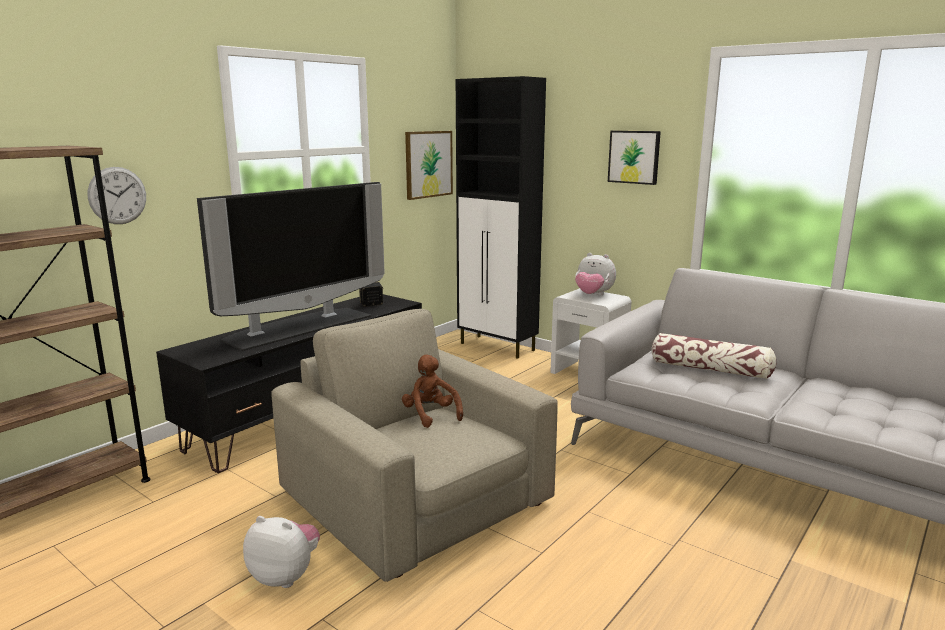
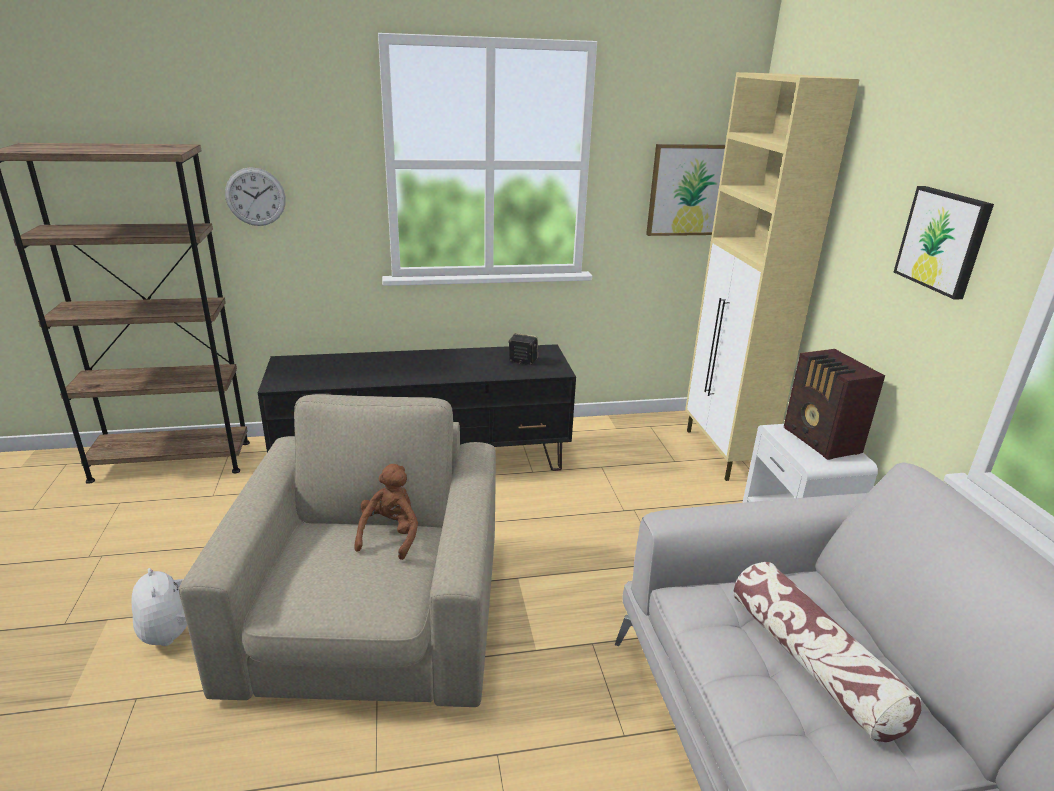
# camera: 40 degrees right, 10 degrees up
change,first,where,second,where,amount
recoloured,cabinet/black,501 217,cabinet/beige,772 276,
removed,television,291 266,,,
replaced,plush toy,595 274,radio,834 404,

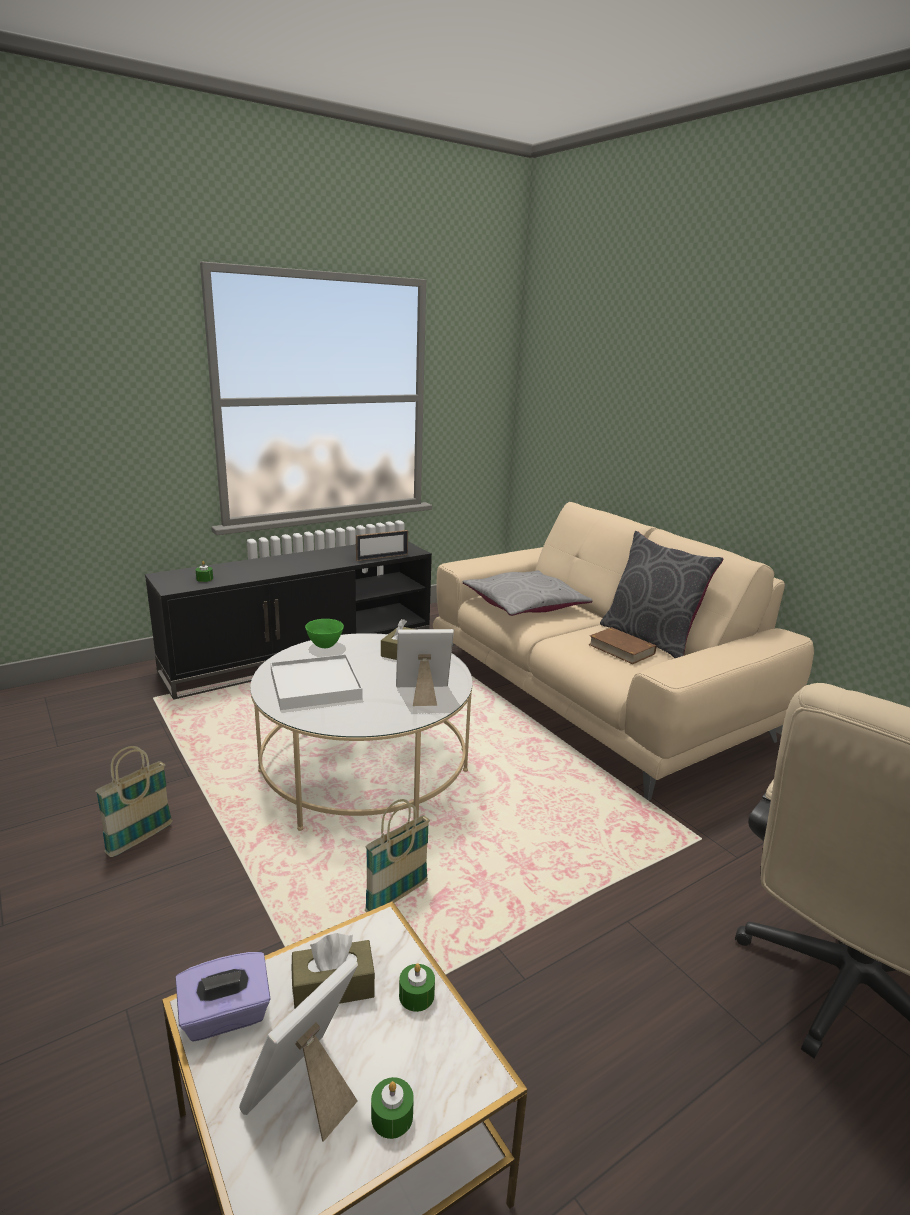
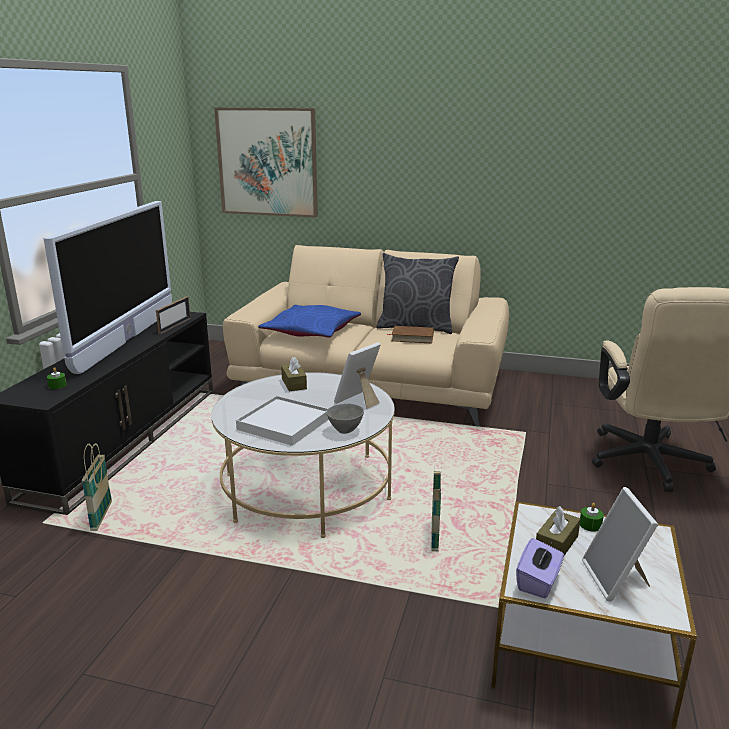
# camera: 40 degrees left, 0 degrees up
change,first,where,second,where,amount
recoloured,pillow/grey,528 593,pillow/blue,309 321,
removed,bowl/green,324 633,,,
moved,basket,133 801,,97 487,
removed,candle/green,392 1108,,,
added,,,picture,266 162,
added,,,television,107 287,
added,,,bowl/grey,345 419,

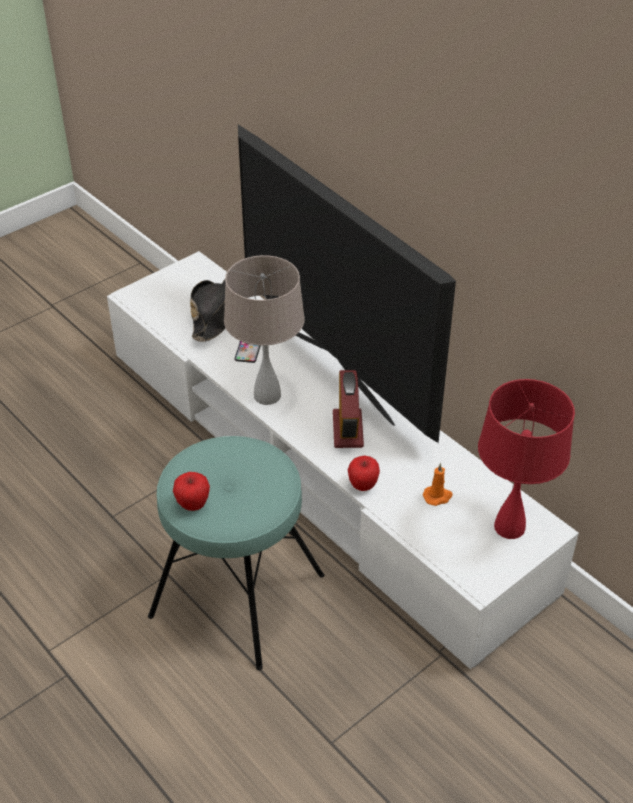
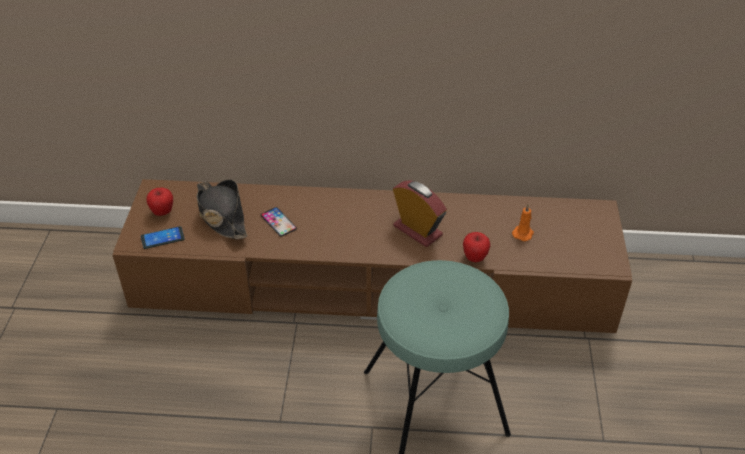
# camera: 45 degrees left, 0 degrees up
change,first,where,second,where,amount
removed,television,347 284,,,
recoloured,tv stand/white,343 460,tv stand/brown,372 256,
removed,table lamp/beige,264 330,,,
removed,table lamp/red,526 459,,,
moved,apple,191 491,,159 202,
added,,,phone,163 237,

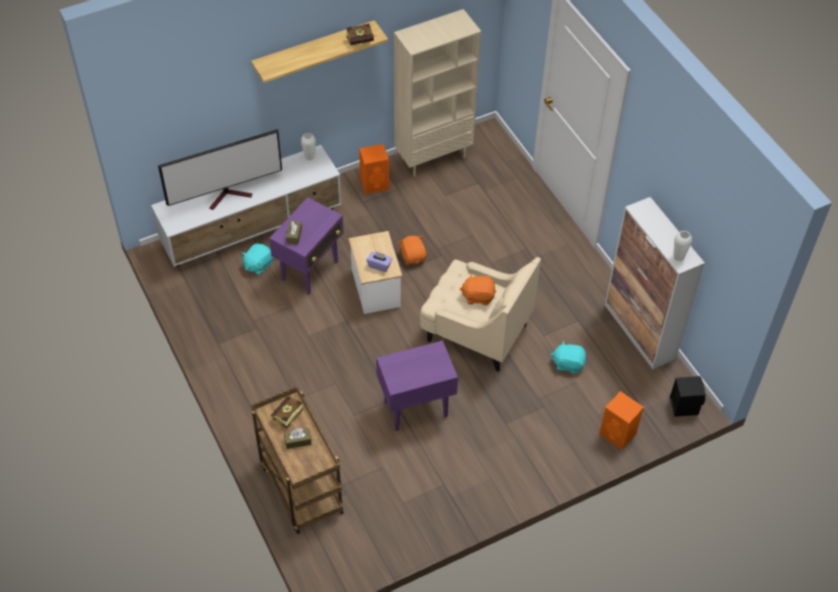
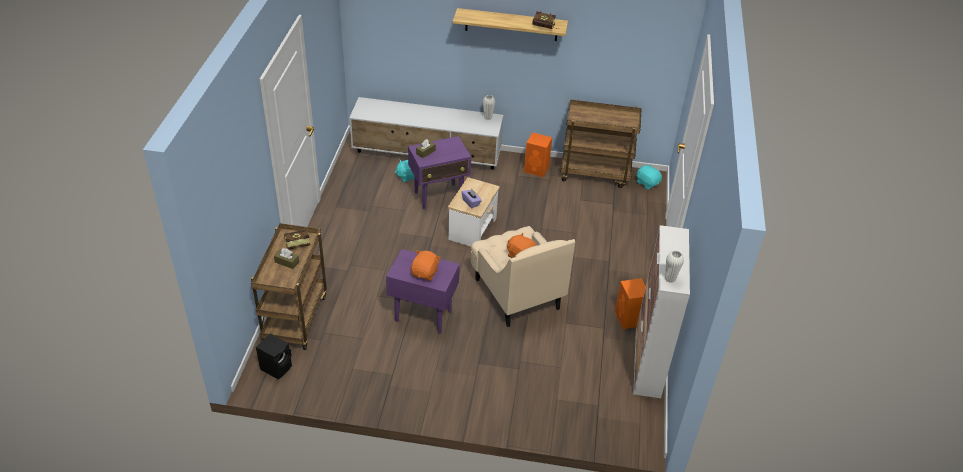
# camera: 35 degrees right, 10 degrees down
change,first,where,second,where,amount
replaced,bookcase/beige,437 93,cart/brown,601 143,
removed,television,220 169,,,
moved,plush toy/orange,413 250,,426 265,
moved,plush toy/turquoise,568 357,,649 176,
moved,speaker/black,687 396,,274 356,
moved,speaker/orange,621 420,,630 303,

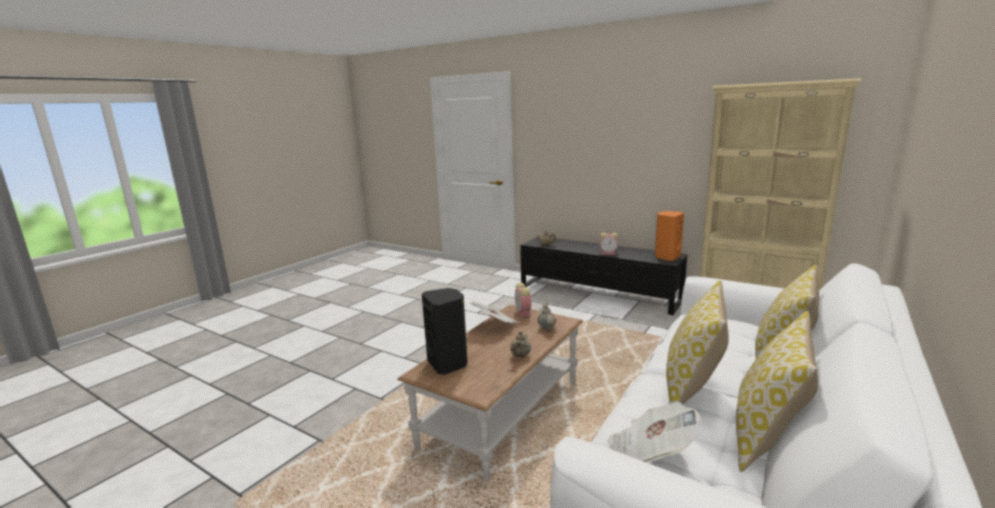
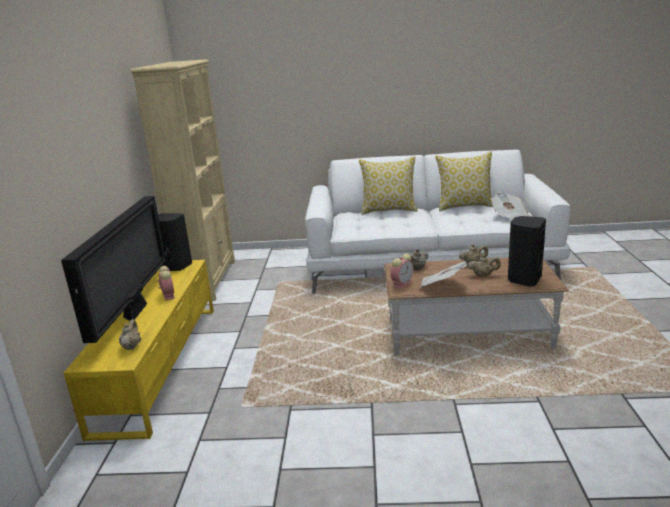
# camera: 120 degrees left, 5 degrees up
change,first,where,second,where,amount
recoloured,speaker/orange,669 236,speaker/black,175 242,
recoloured,tv stand/black,603 276,tv stand/yellow,139 350,
removed,pillow,697 342,,,
added,,,television,113 269,
added,,,teapot/beige,484 265,

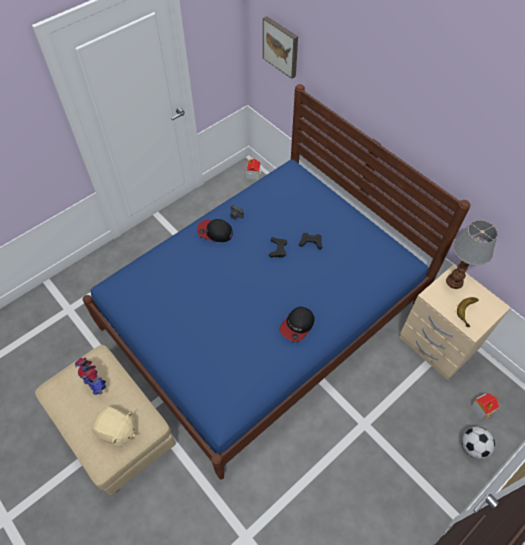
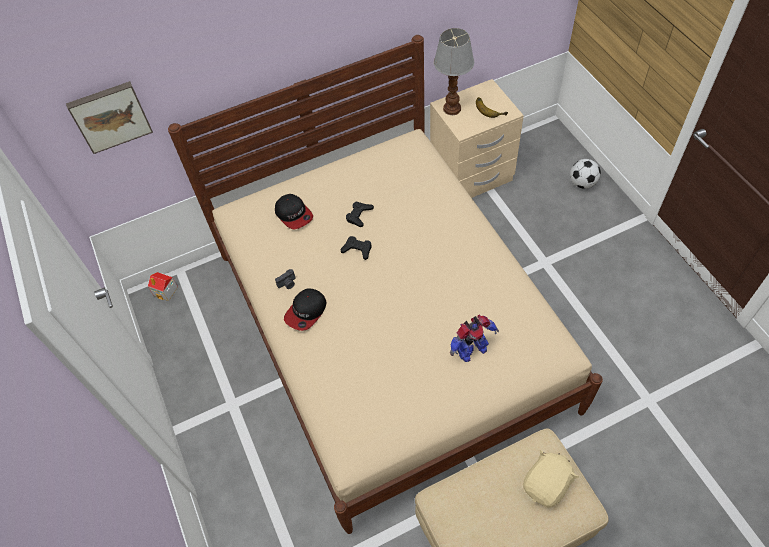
# camera: 70 degrees left, 0 degrees up
change,first,where,second,where,amount
recoloured,bed/blue,276 282,bed/beige,385 284,
moved,cap,297 324,,294 212,
moved,toy robot,90 376,,474 338,
removed,toy house,485 406,,,

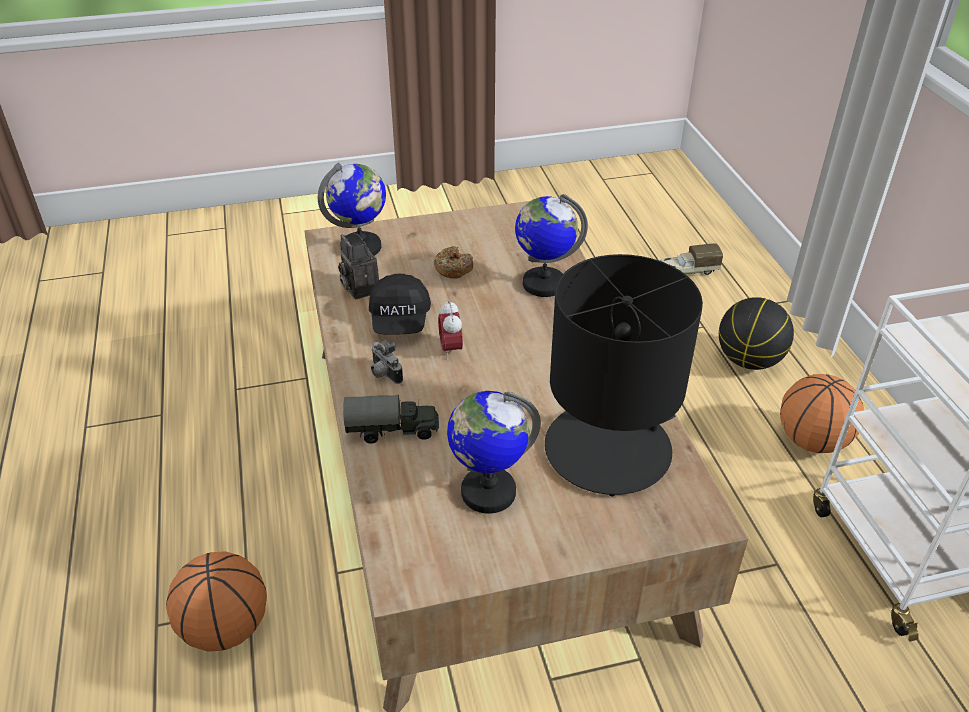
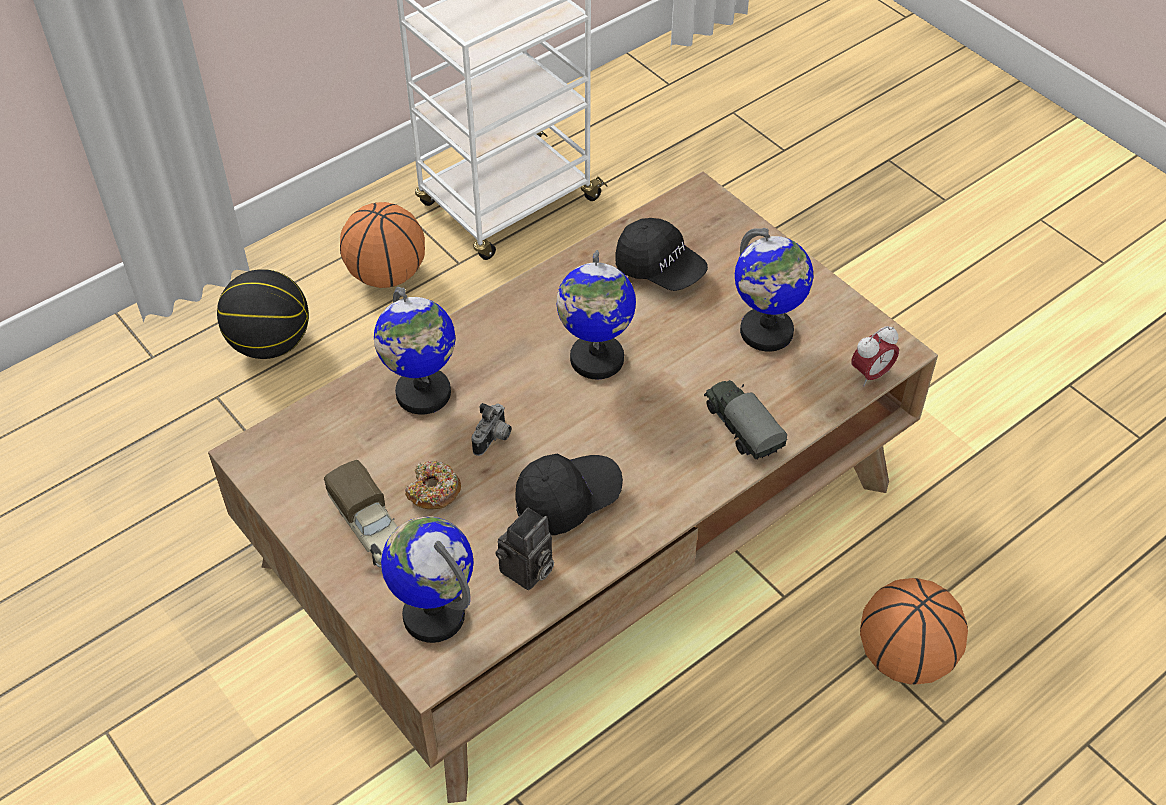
# camera: 115 degrees left, 10 degrees up
change,first,where,second,where,amount
moved,toy truck,691 259,,361 514,
replaced,table lamp/black,624 375,cap/black,662 254,
moved,alarm clock,450 329,,875 356,
moved,photo camera,387 362,,491 429,
added,,,globe,596 315,

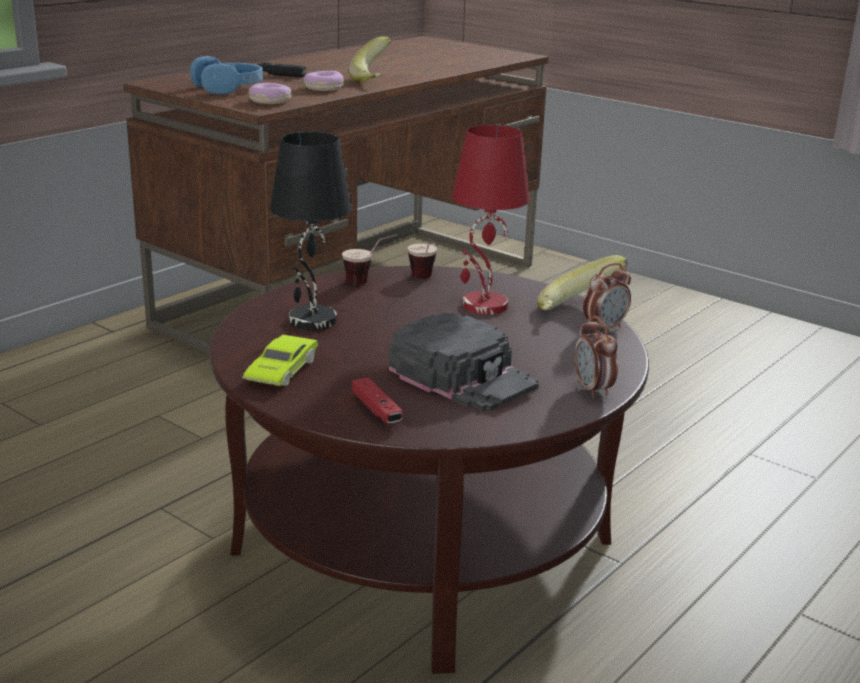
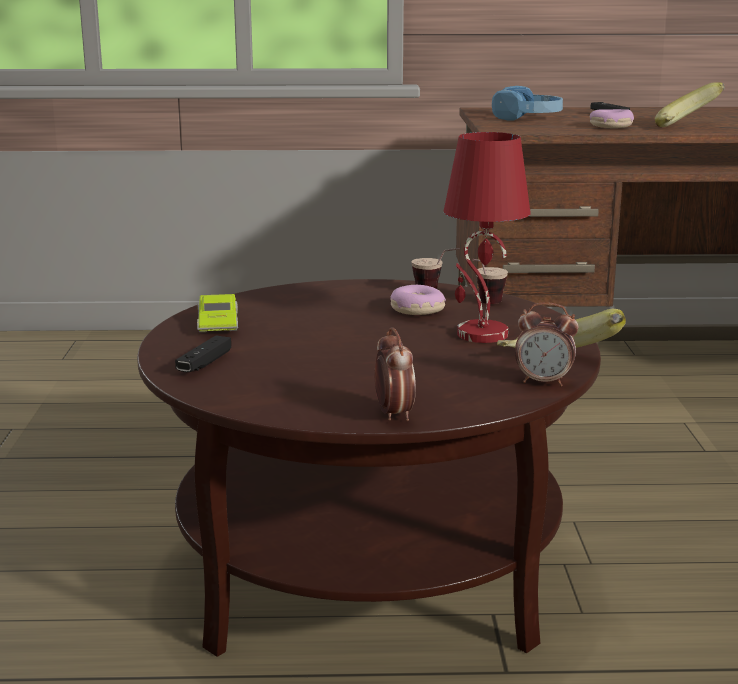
# camera: 50 degrees right, 5 degrees down
change,first,where,second,where,amount
moved,donut,269 93,,418 300,
removed,table lamp/black,311 231,,,
removed,cap/black,464 361,,,
turned,alarm clock,596 357,,395 374,135 degrees clockwise
turned,toy car/green,280 360,,217 313,75 degrees counterclockwise
recoloured,game controller/red,378 400,game controller/black,203 354,

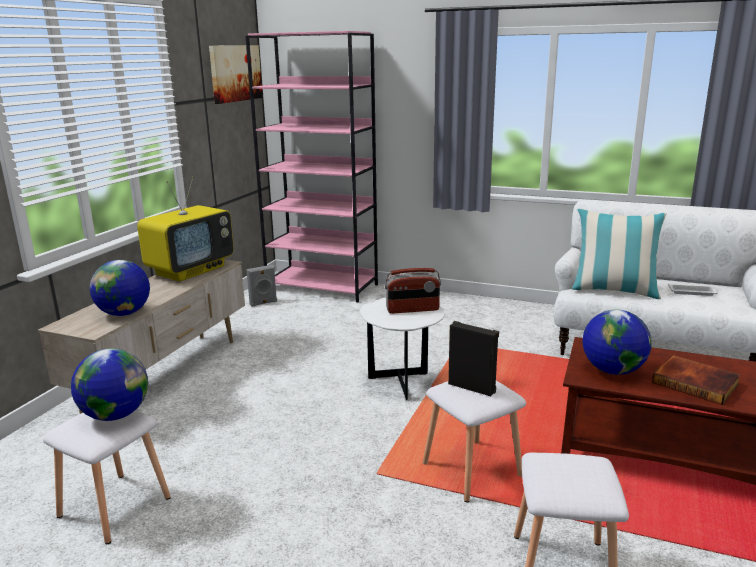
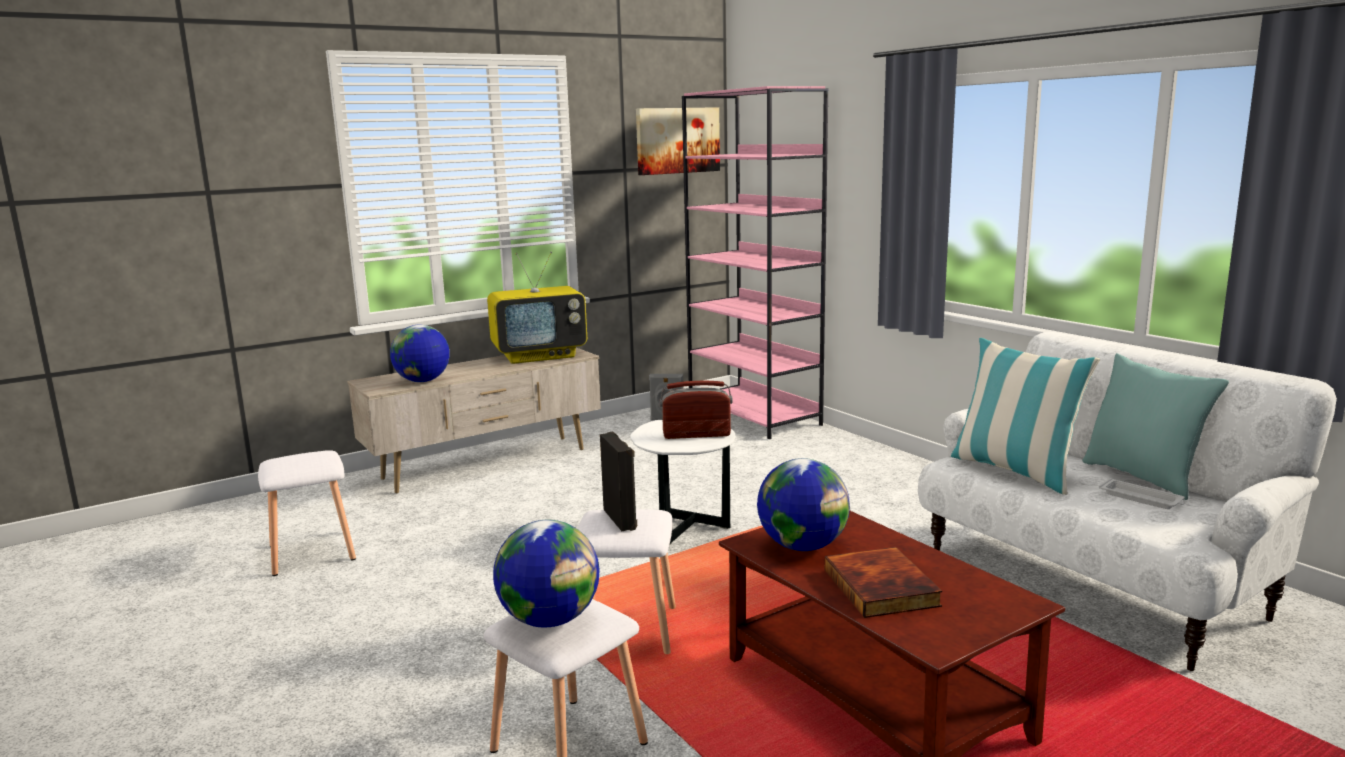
# camera: 35 degrees right, 5 degrees down
change,first,where,second,where,amount
turned,radio,412 291,,696 410,150 degrees clockwise
moved,globe,109 385,,546 574,
added,,,pillow/turquoise,1155 426,

